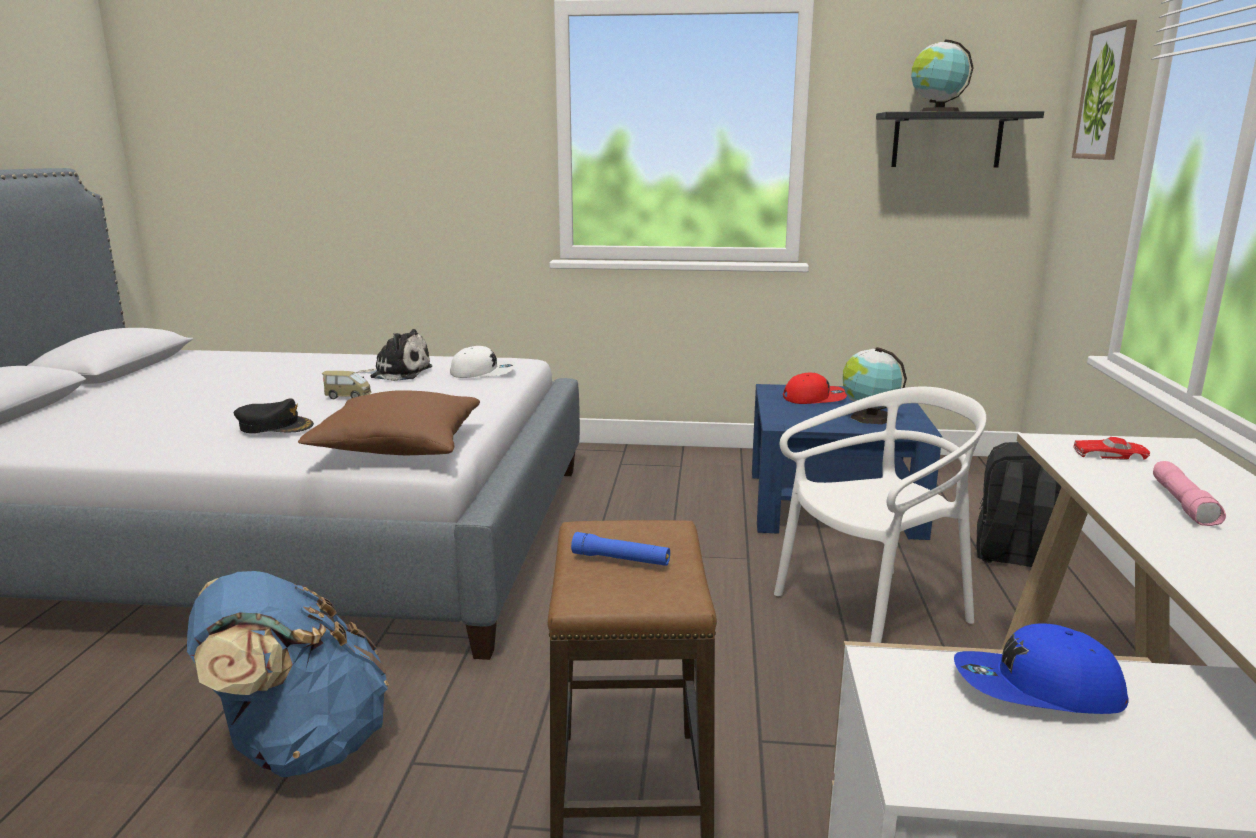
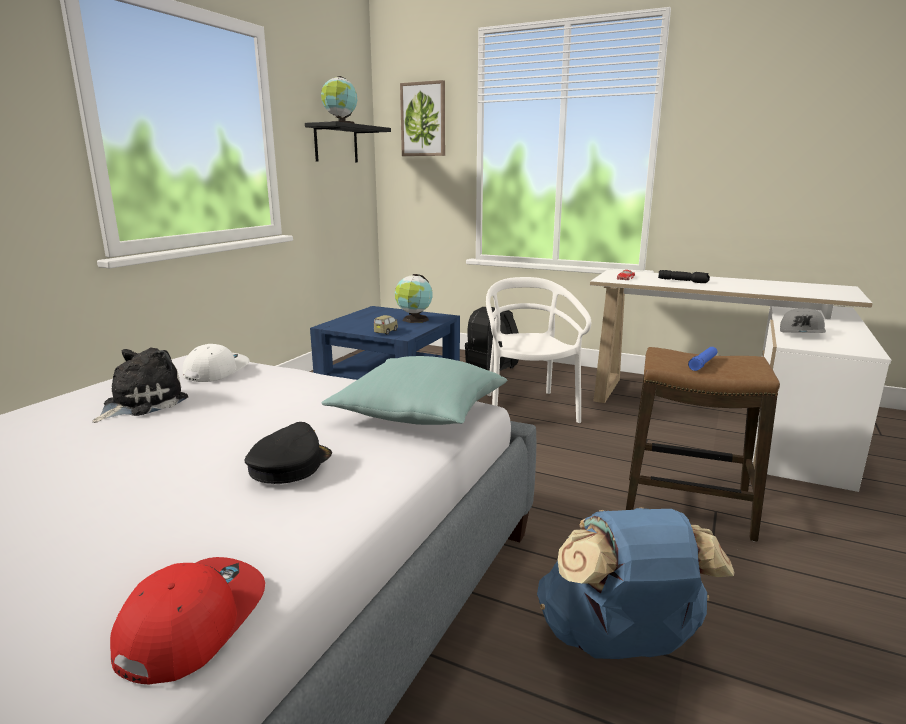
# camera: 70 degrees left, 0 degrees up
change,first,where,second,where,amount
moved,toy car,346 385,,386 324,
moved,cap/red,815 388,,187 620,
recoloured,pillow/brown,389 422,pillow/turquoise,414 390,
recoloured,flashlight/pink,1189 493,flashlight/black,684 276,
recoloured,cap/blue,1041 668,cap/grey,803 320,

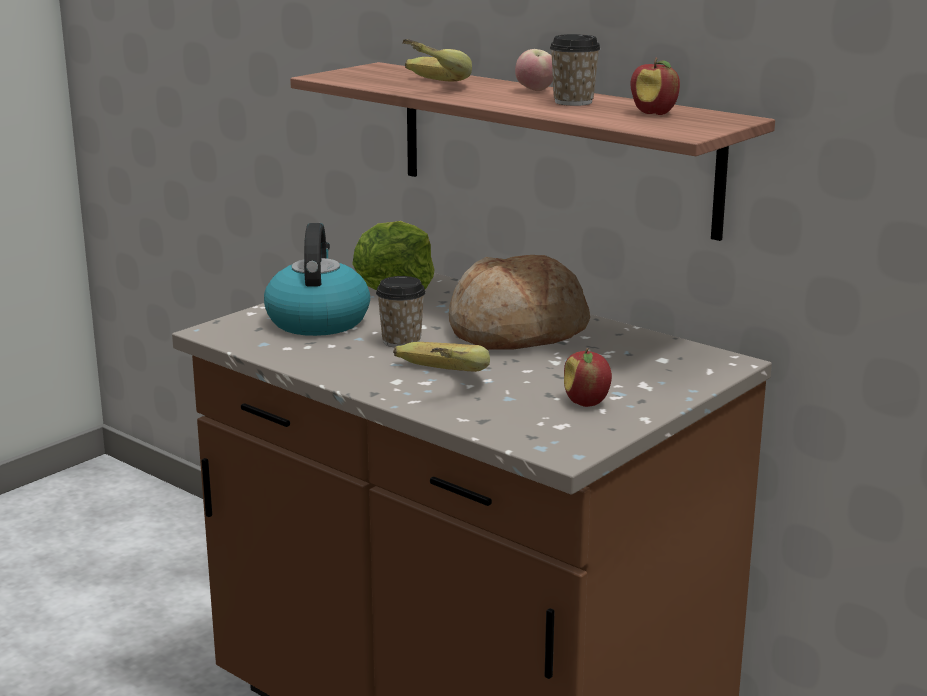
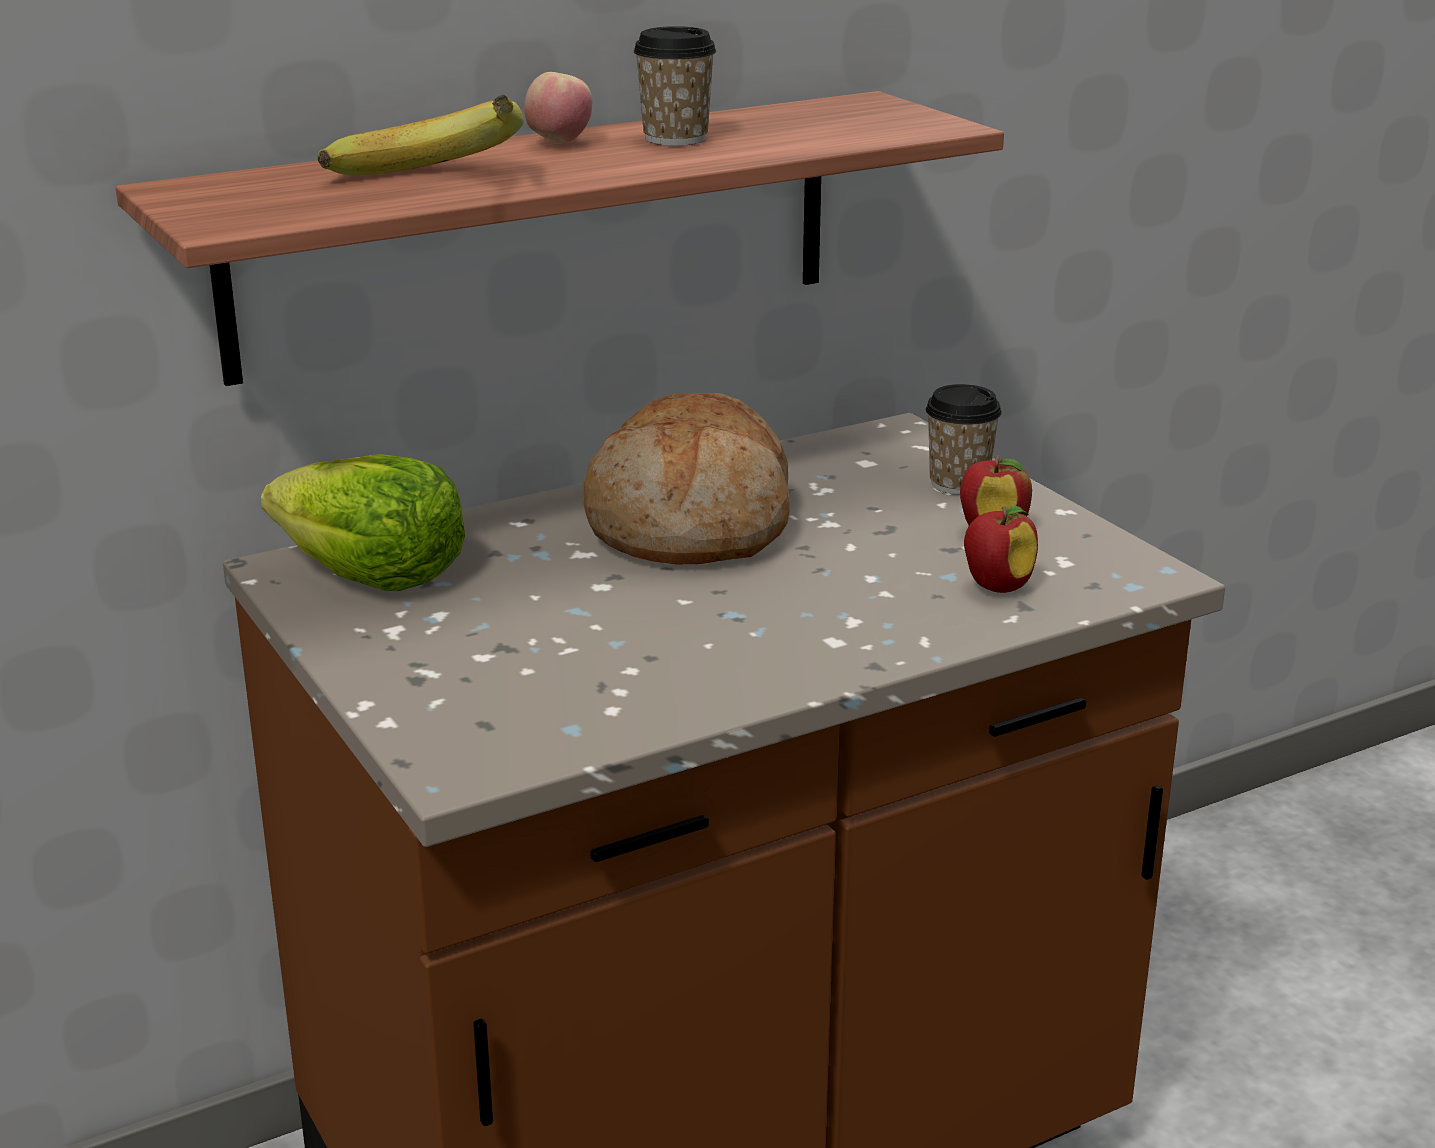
# camera: 70 degrees left, 5 degrees up
change,first,where,second,where,amount
moved,apple,655 86,,1001 549,
removed,kettle,317 279,,,
moved,cup,401 312,,963 439,
removed,banana,441 357,,,

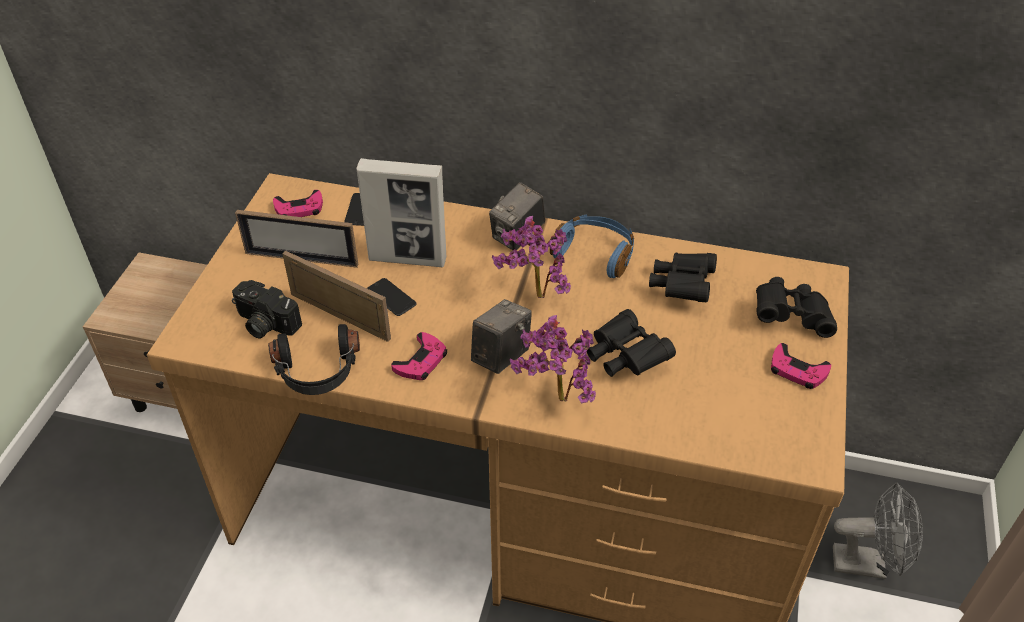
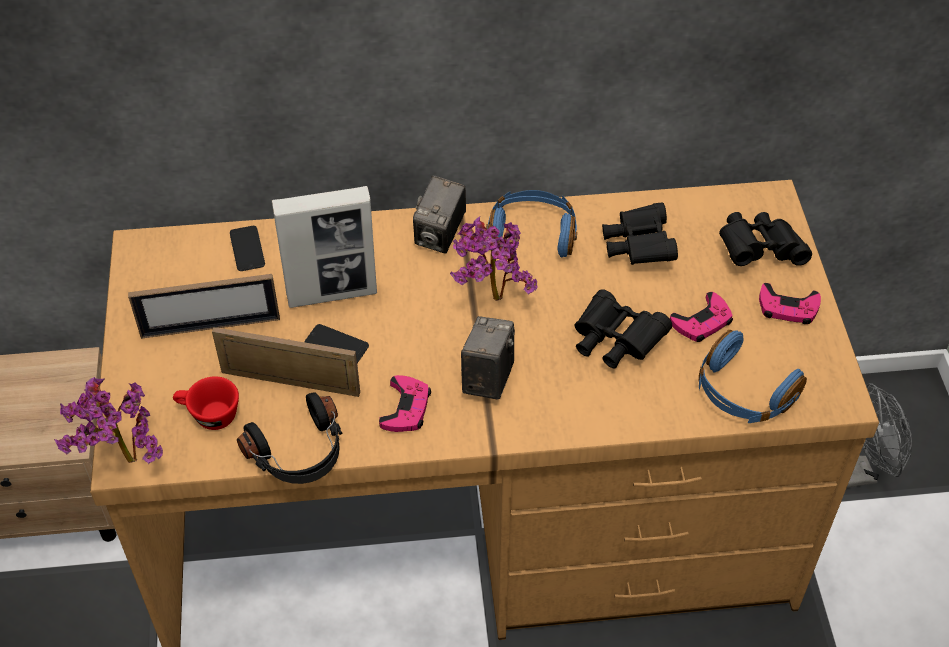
# camera: 20 degrees left, 5 degrees up
change,first,where,second,where,amount
moved,game controller/pink,298 203,,701 317,
replaced,photo camera,267 309,cup/red,206 403,
moved,potted plant,553 359,,108 420,
added,,,headphones/blue,753 376,

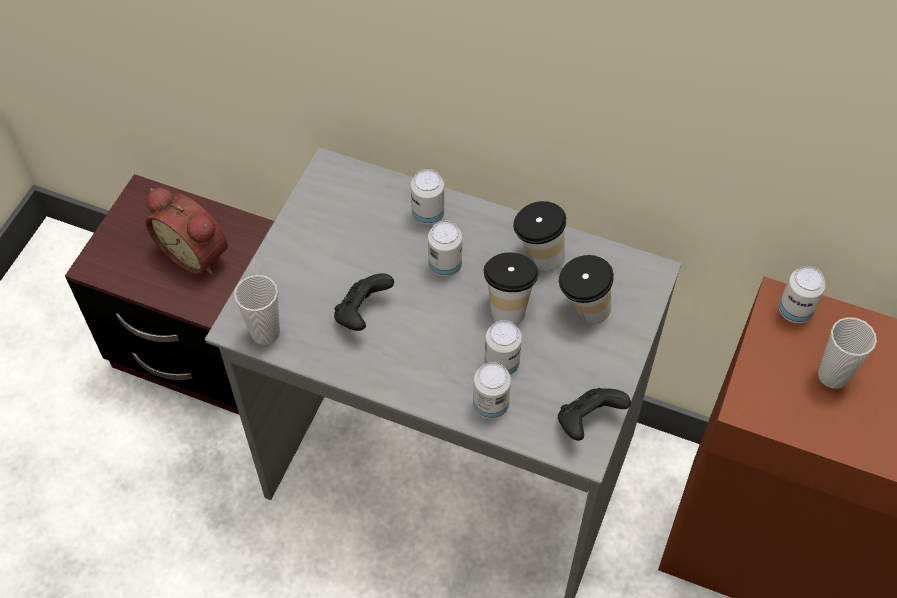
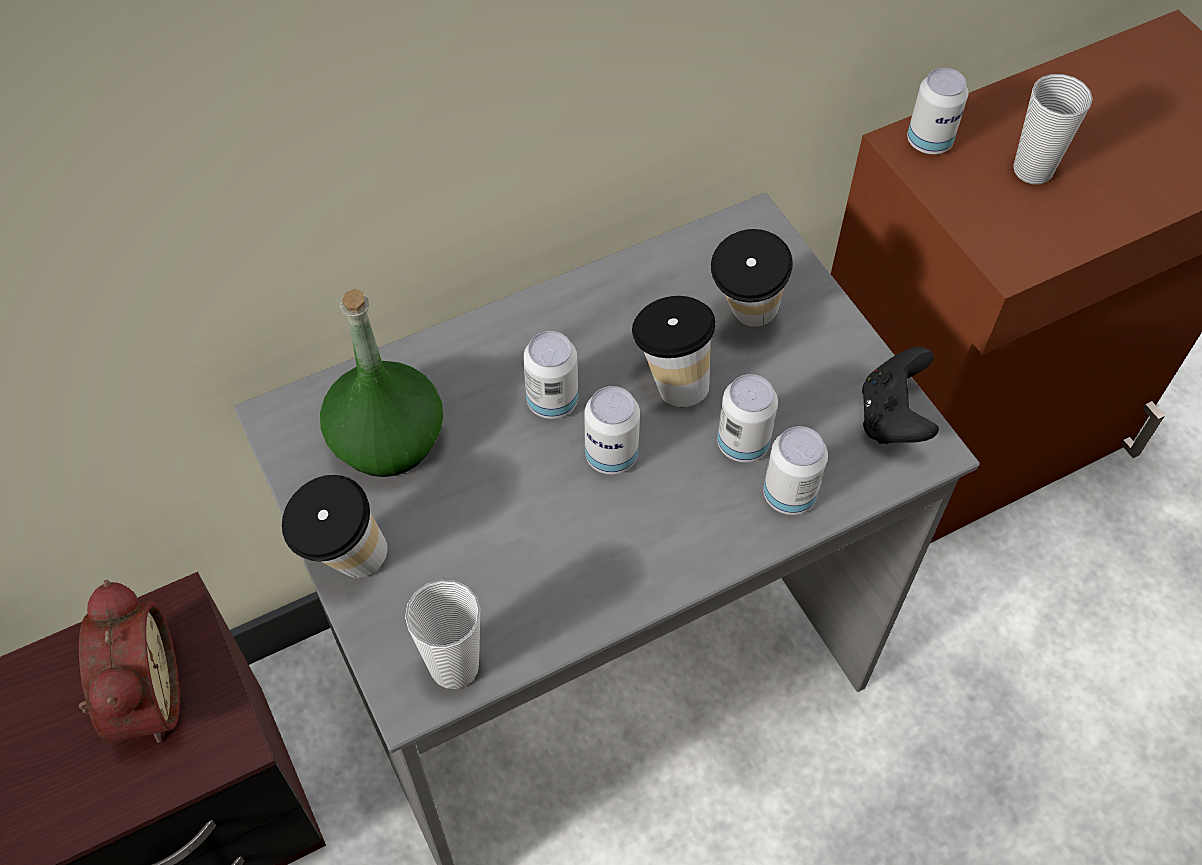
# camera: 50 degrees left, 0 degrees up
change,first,where,second,where,amount
moved,can,427 197,,612 430,
turned,alarm clock,187 231,,129 661,90 degrees counterclockwise
moved,cup,539 236,,334 526,
removed,game controller/black,364 302,,,
added,,,bottle/green,381 383,

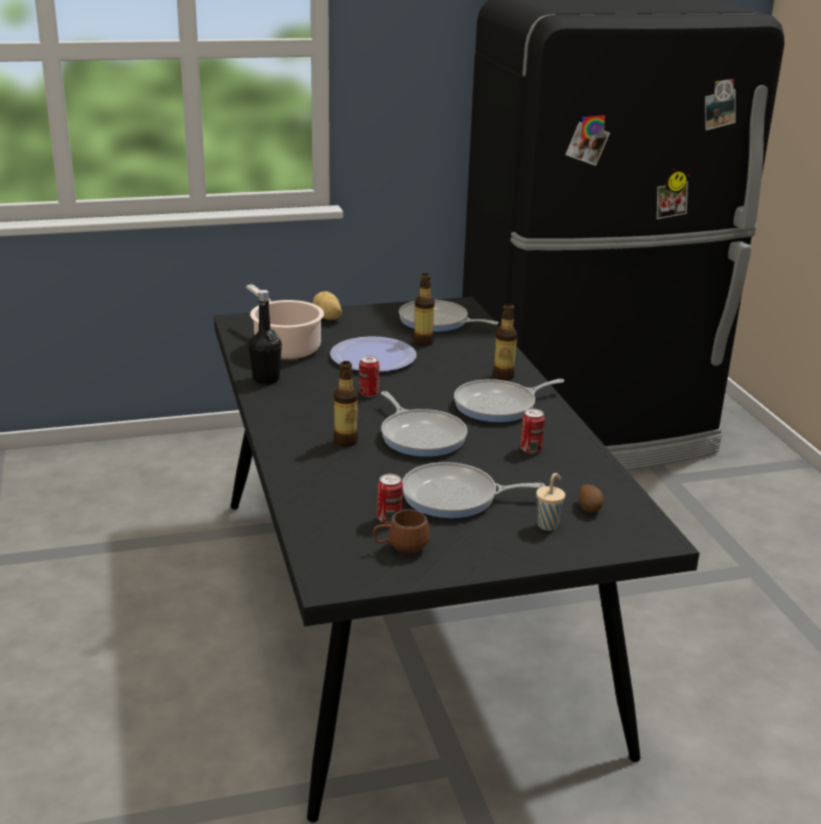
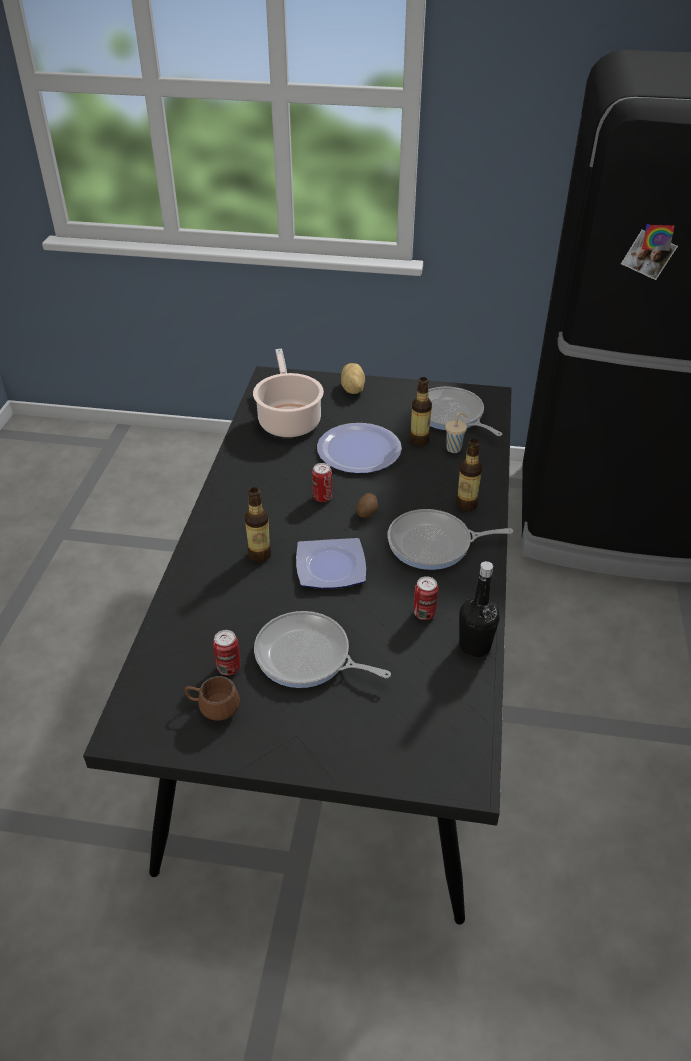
# camera: 25 degrees right, 15 degrees up
change,first,where,second,where,amount
moved,bottle/black,265 337,,479 609,
replaced,frying pan,424 424,plate,331 563,
moved,cup/beige,550 502,,456 432,
moved,potato,591 498,,367 505,

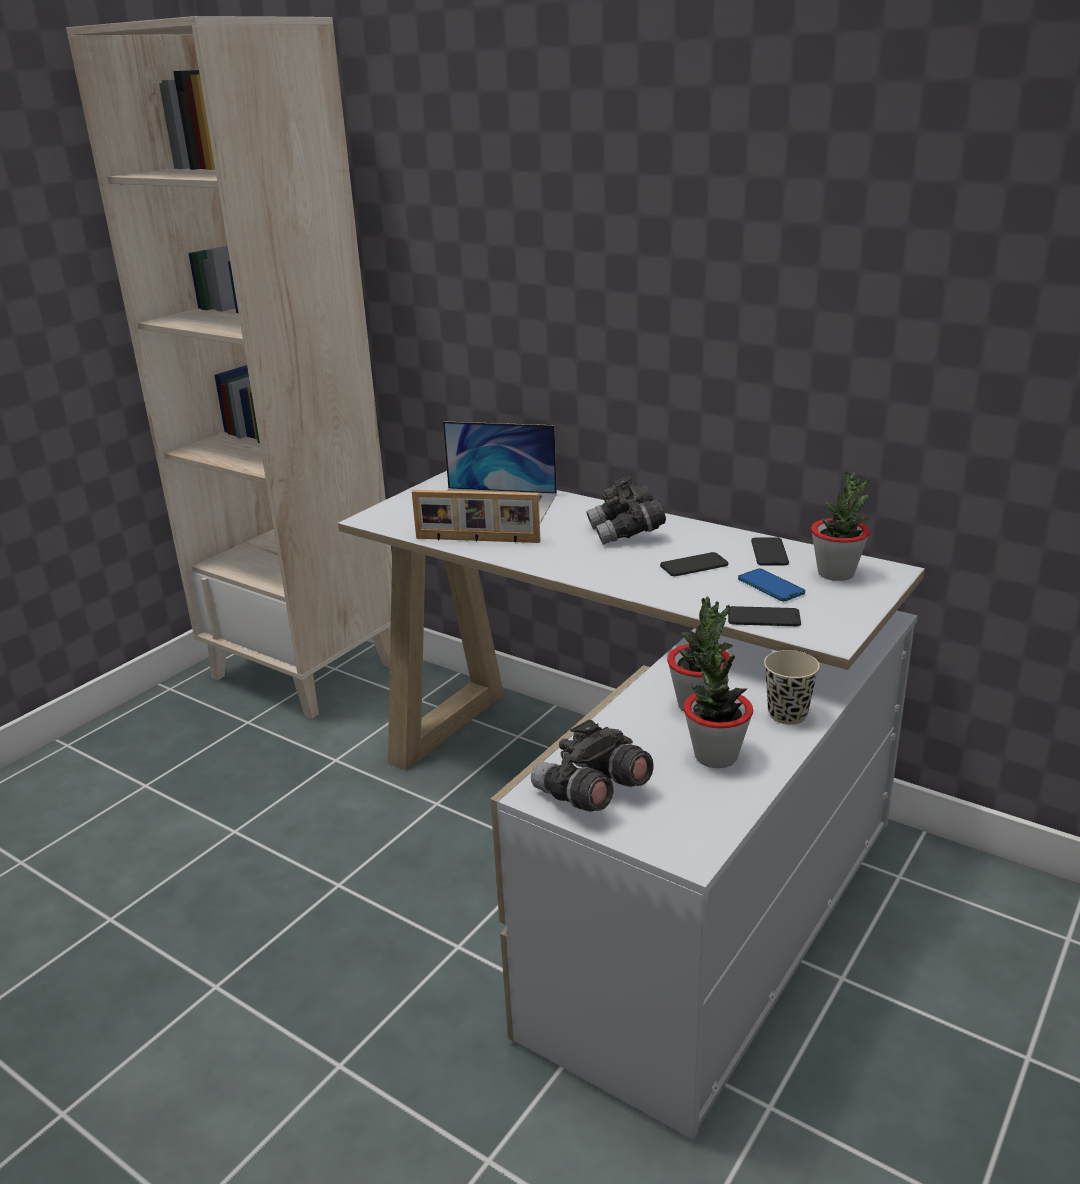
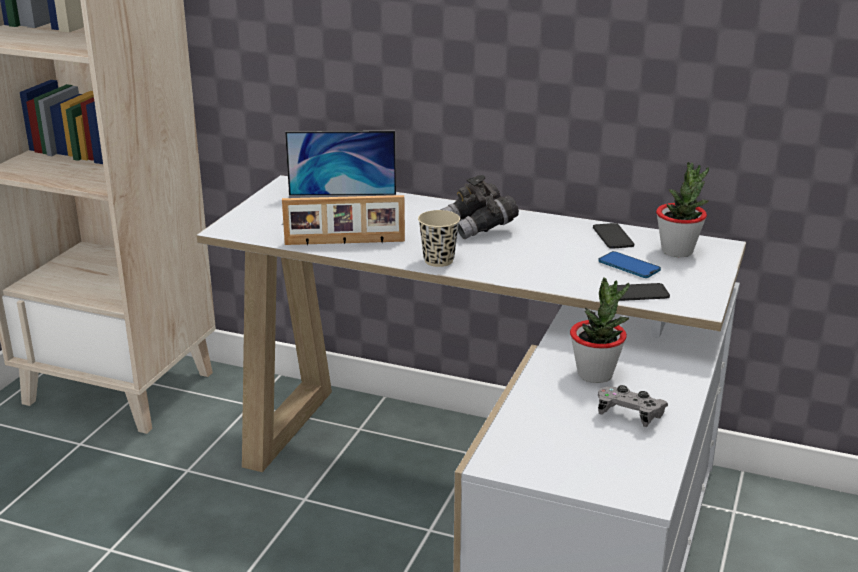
# camera: 15 degrees left, 0 degrees up
change,first,where,second,where,amount
removed,phone,694 564,,,
replaced,potted plant,718 705,game controller/grey,633 406,
moved,cup/beige,792 687,,439 238,
removed,binoculars/grey,592 765,,,

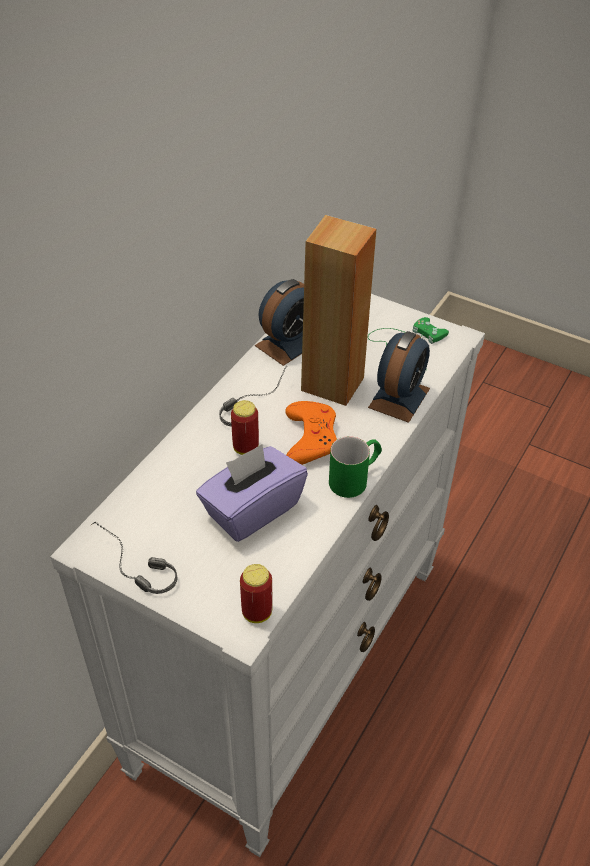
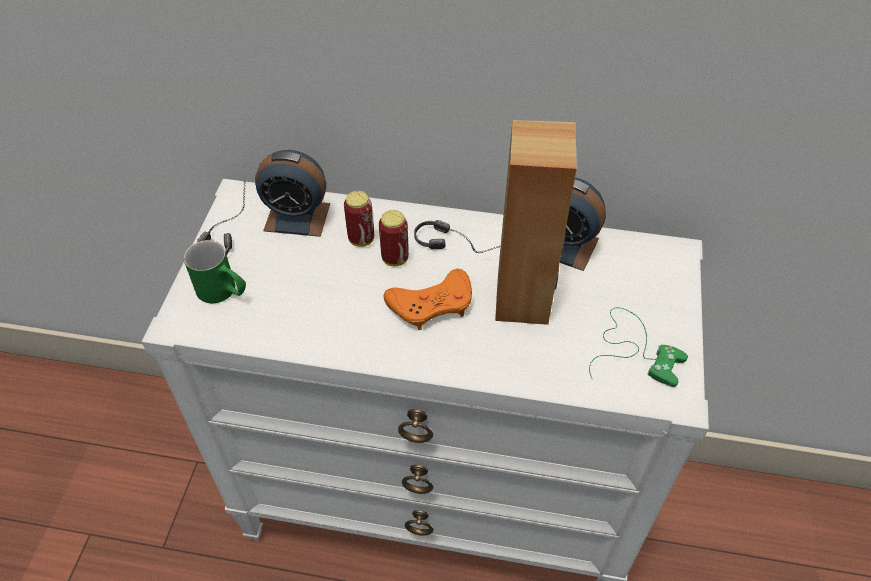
# camera: 70 degrees right, 5 degrees up
change,first,where,second,where,amount
moved,alarm clock,399 377,,292 193,
moved,mug/green,355 467,,215 271,
removed,tissue box/purple,252 493,,,
moved,can,256 593,,359 219,

